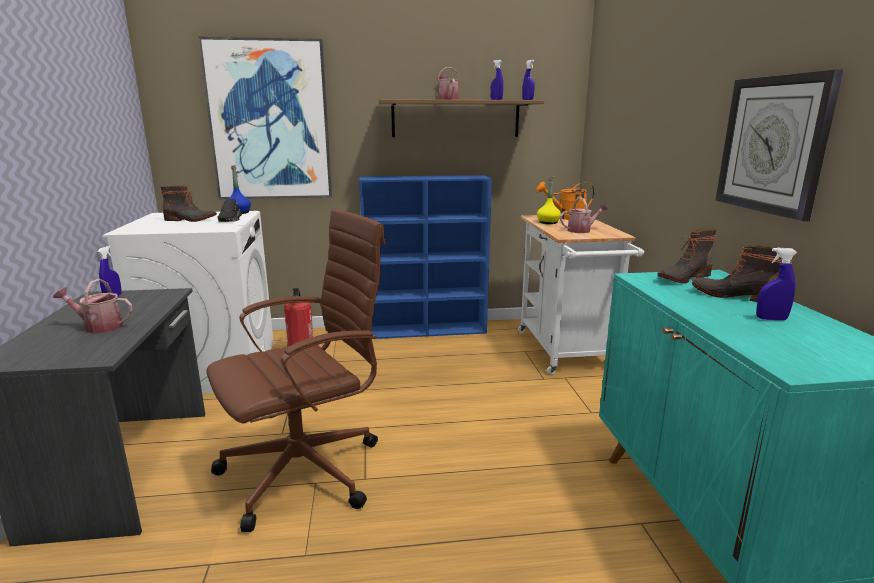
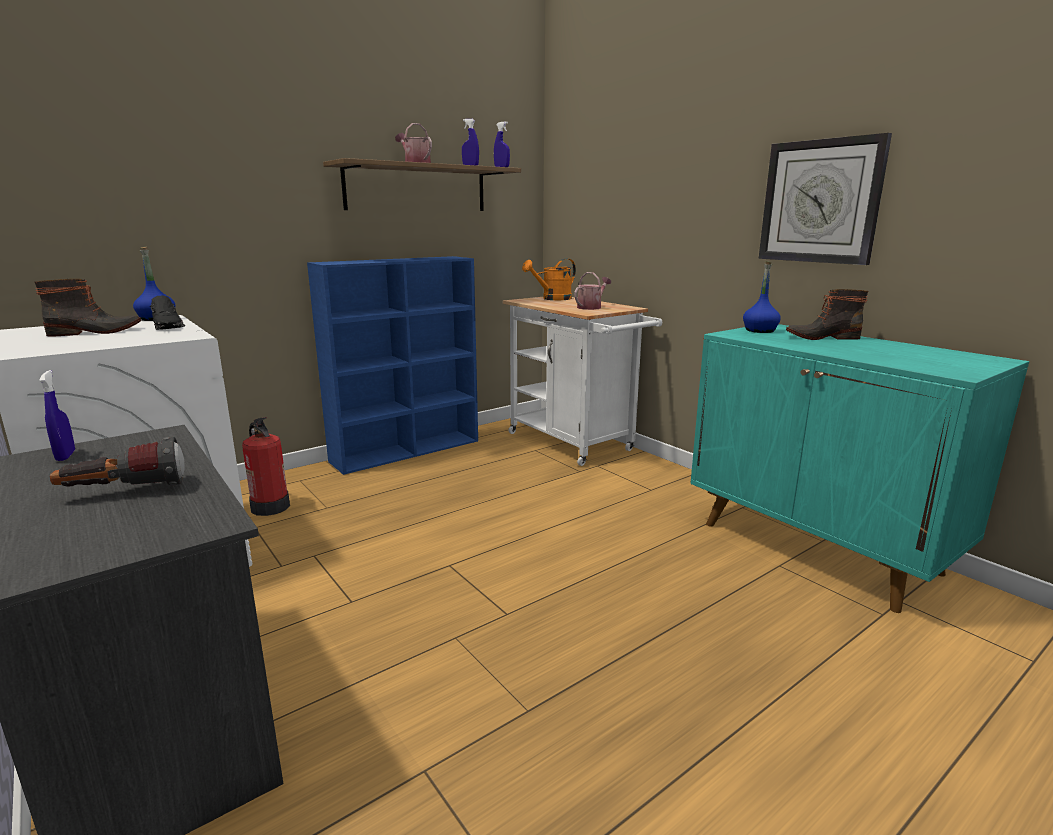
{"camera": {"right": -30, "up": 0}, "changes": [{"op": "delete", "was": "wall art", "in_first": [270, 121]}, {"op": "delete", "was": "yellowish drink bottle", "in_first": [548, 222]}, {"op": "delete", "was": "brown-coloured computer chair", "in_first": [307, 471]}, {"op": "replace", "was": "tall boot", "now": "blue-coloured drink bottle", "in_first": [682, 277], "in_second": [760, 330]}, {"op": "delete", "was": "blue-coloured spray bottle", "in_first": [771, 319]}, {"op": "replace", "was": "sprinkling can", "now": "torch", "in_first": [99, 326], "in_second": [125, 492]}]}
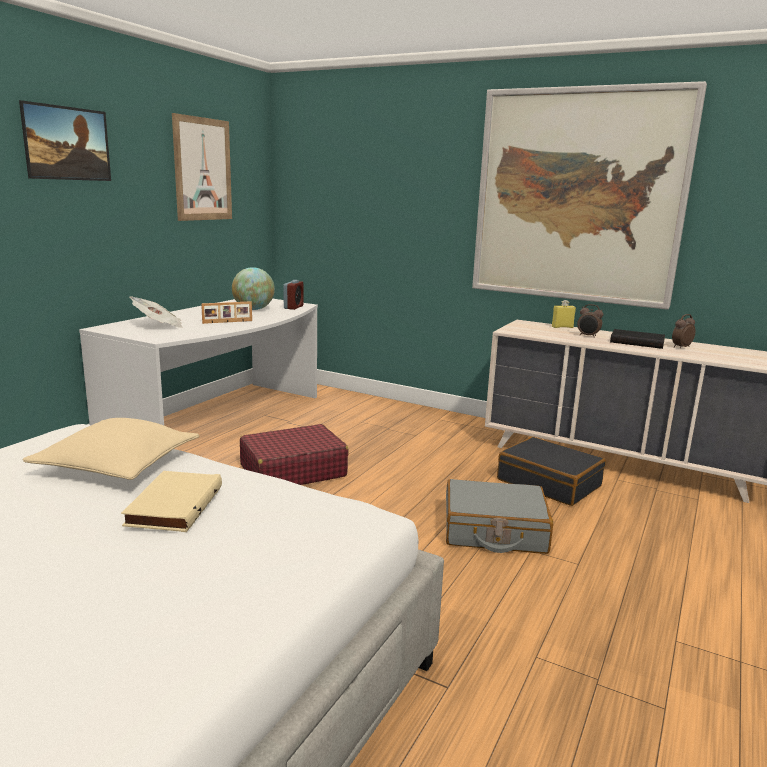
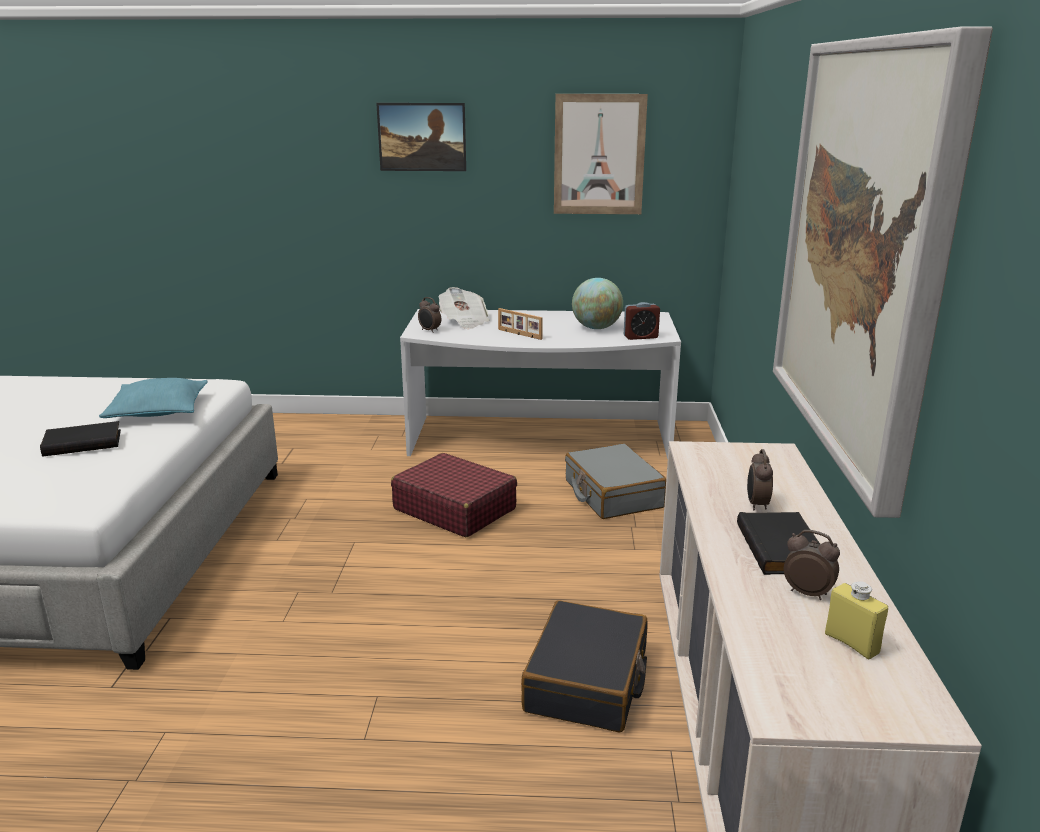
{"camera": {"right": 65, "up": 5}, "changes": [{"op": "move", "was": "yellowish drink bottle", "in_first": [562, 327], "in_second": [851, 643]}, {"op": "recolor", "was": "sand-coloured pillow", "now": "turquoise-coloured pillow", "in_first": [117, 464], "in_second": [158, 411]}, {"op": "recolor", "was": "sand-coloured bound book", "now": "black bound book", "in_first": [173, 505], "in_second": [83, 442]}, {"op": "move", "was": "grey travel case", "in_first": [494, 531], "in_second": [612, 494]}, {"op": "insert", "now": "table clock", "in_second": [429, 331]}]}
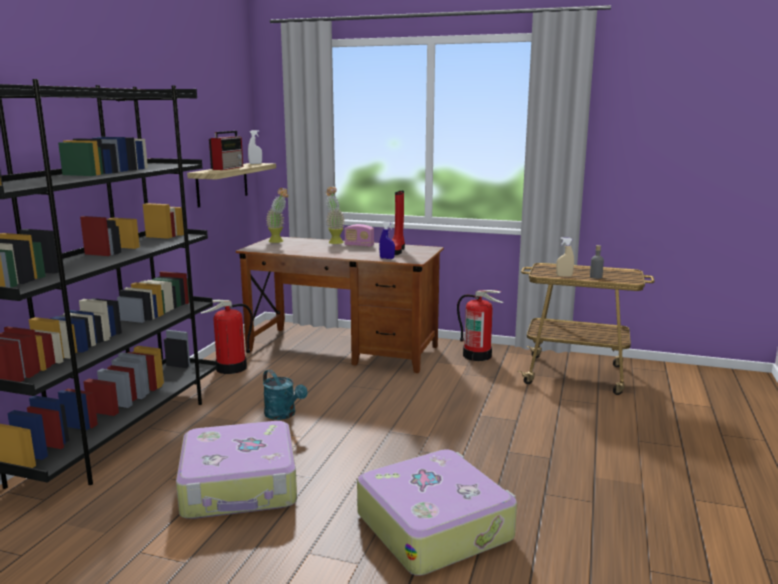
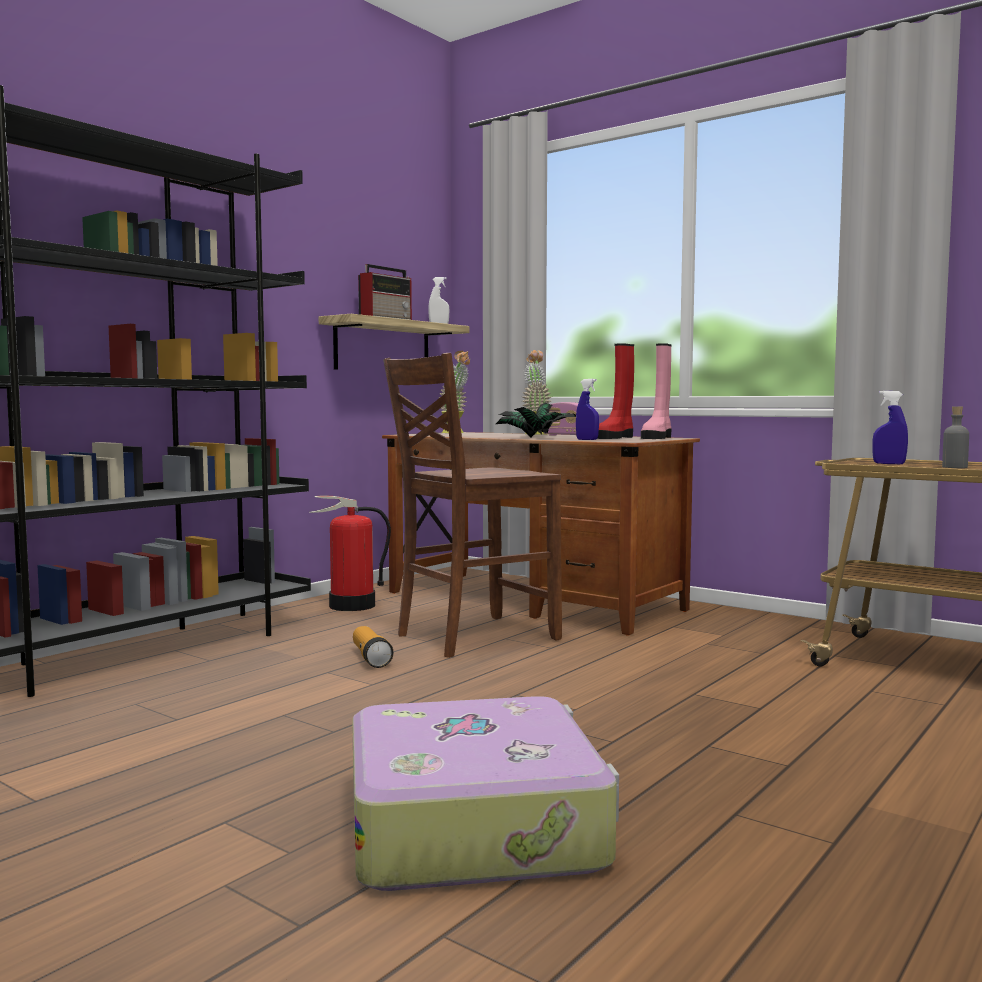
{"camera": {"right": 20, "up": -10}, "changes": [{"op": "recolor", "was": "sand-coloured spray bottle", "now": "blue-coloured spray bottle", "in_first": [564, 276], "in_second": [889, 464]}, {"op": "delete", "was": "extinguisher", "in_first": [477, 355]}, {"op": "replace", "was": "turquoise-coloured sprinkling can", "now": "torch", "in_first": [283, 415], "in_second": [371, 658]}, {"op": "delete", "was": "travel case", "in_first": [240, 485]}, {"op": "insert", "now": "pink-coloured tall boot", "in_second": [657, 438]}, {"op": "insert", "now": "brown-coloured chair", "in_second": [473, 637]}, {"op": "insert", "now": "houseplant", "in_second": [538, 437]}]}
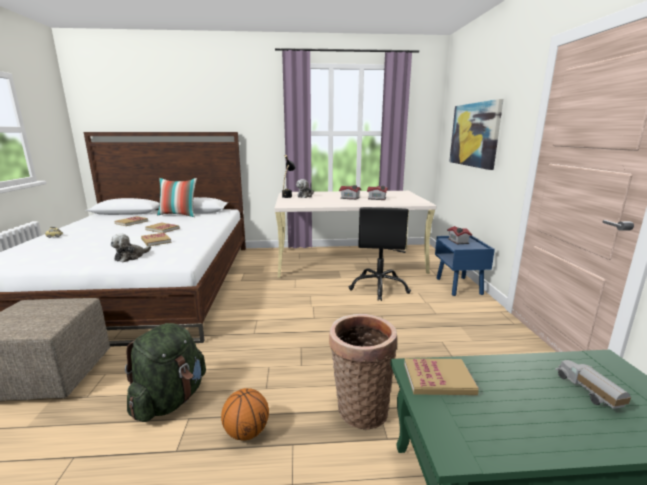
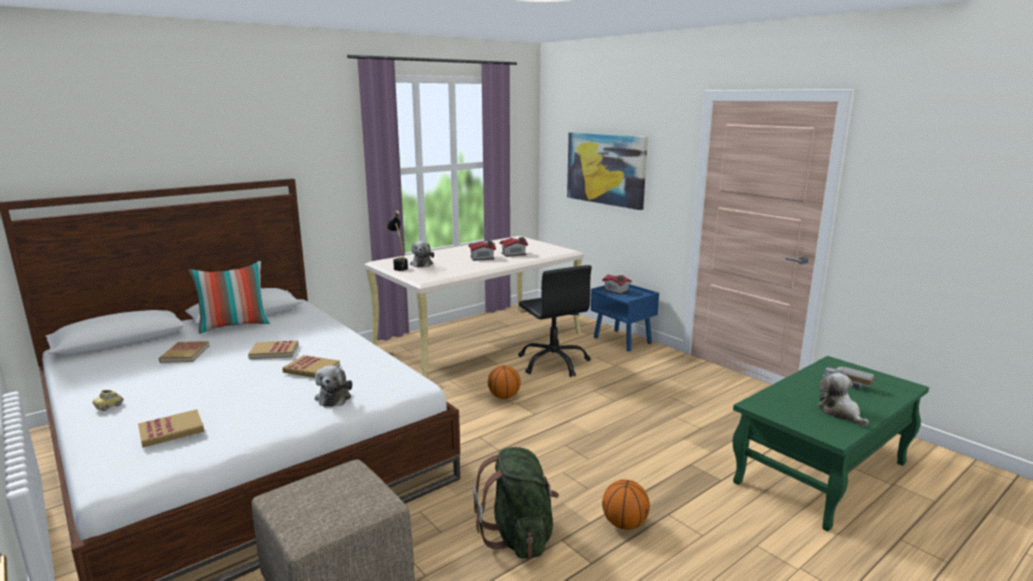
{"camera": {"right": -35, "up": 0}, "changes": [{"op": "delete", "was": "basket", "in_first": [360, 407]}, {"op": "move", "was": "bound book", "in_first": [438, 379], "in_second": [171, 431]}, {"op": "insert", "now": "basketball ball", "in_second": [504, 397]}, {"op": "insert", "now": "soft toy", "in_second": [840, 413]}]}
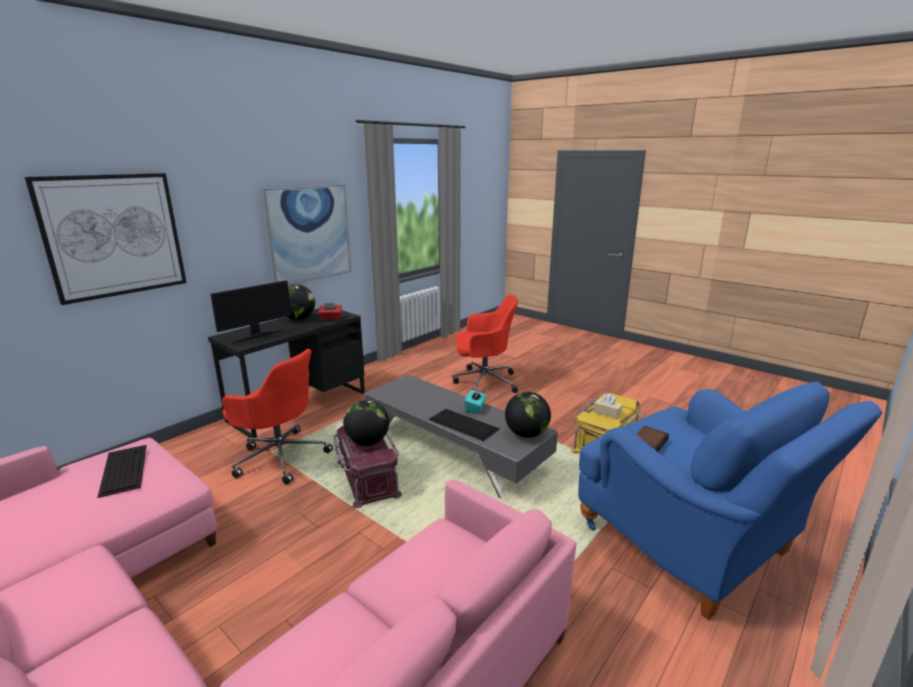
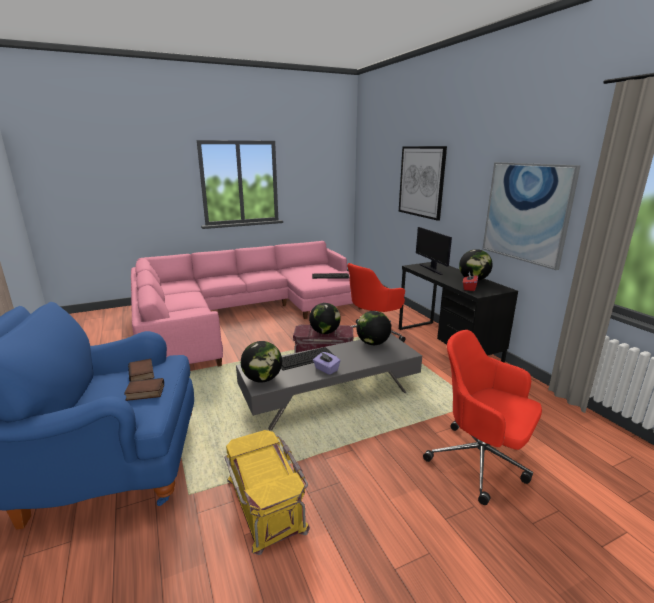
{"camera": {"right": 115, "up": 0}, "changes": [{"op": "rotate", "was": "reddish computer chair", "in_first": [483, 382], "in_second": [480, 462], "clockwise": 105}, {"op": "recolor", "was": "turquoise-coloured box of tissues", "now": "purple box of tissues", "in_first": [475, 408], "in_second": [326, 369]}, {"op": "delete", "was": "sand-coloured box of tissues", "in_first": [607, 412]}, {"op": "insert", "now": "globe", "in_second": [373, 343]}, {"op": "insert", "now": "bound book", "in_second": [144, 393]}]}
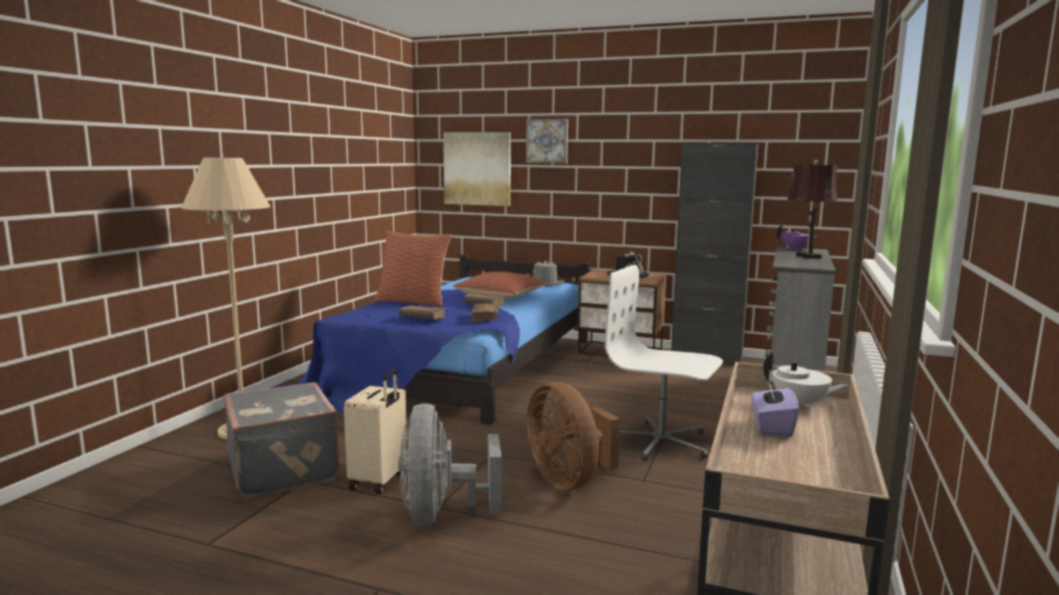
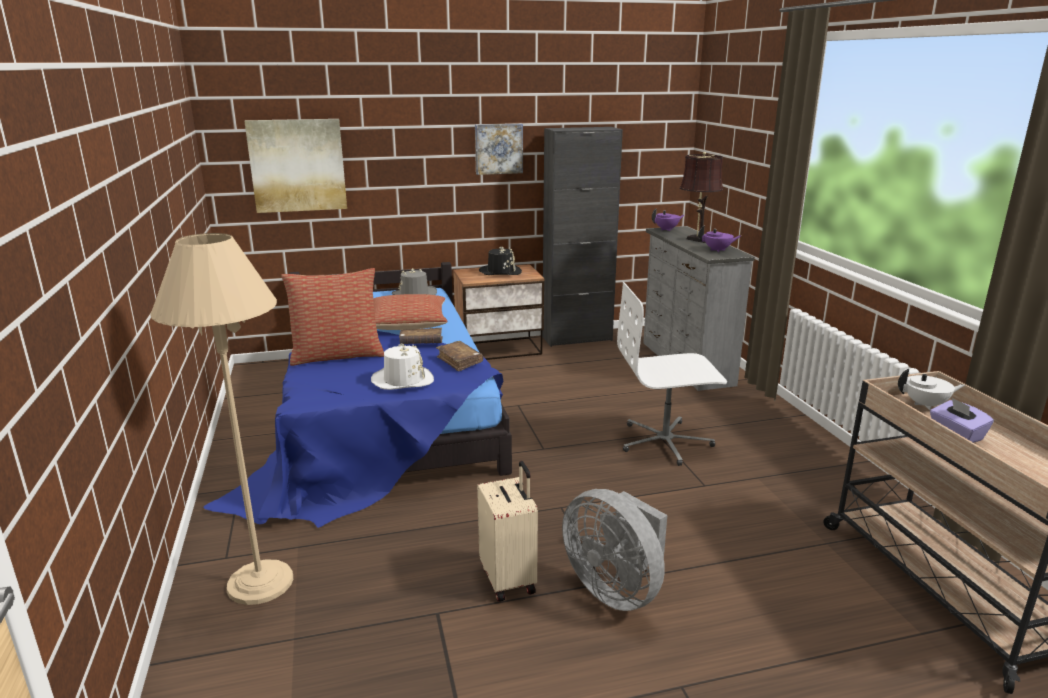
{"camera": {"right": -35, "up": 10}, "changes": [{"op": "move", "was": "wall art", "in_first": [547, 141], "in_second": [498, 148]}, {"op": "replace", "was": "brown-coloured bound book", "now": "white-coloured hat", "in_first": [422, 319], "in_second": [403, 380]}, {"op": "delete", "was": "grey travel case", "in_first": [285, 469]}, {"op": "delete", "was": "brown-coloured cooling fan", "in_first": [569, 480]}, {"op": "insert", "now": "purple teapot", "in_second": [718, 250]}]}
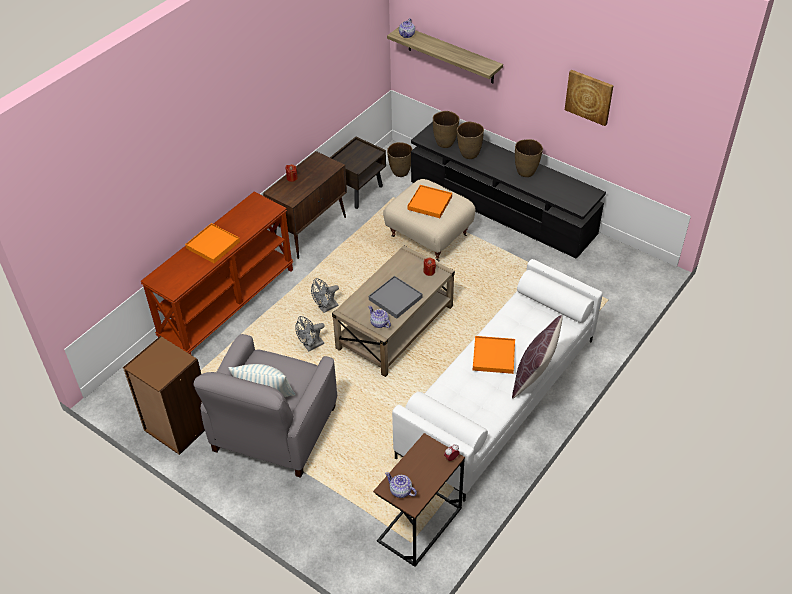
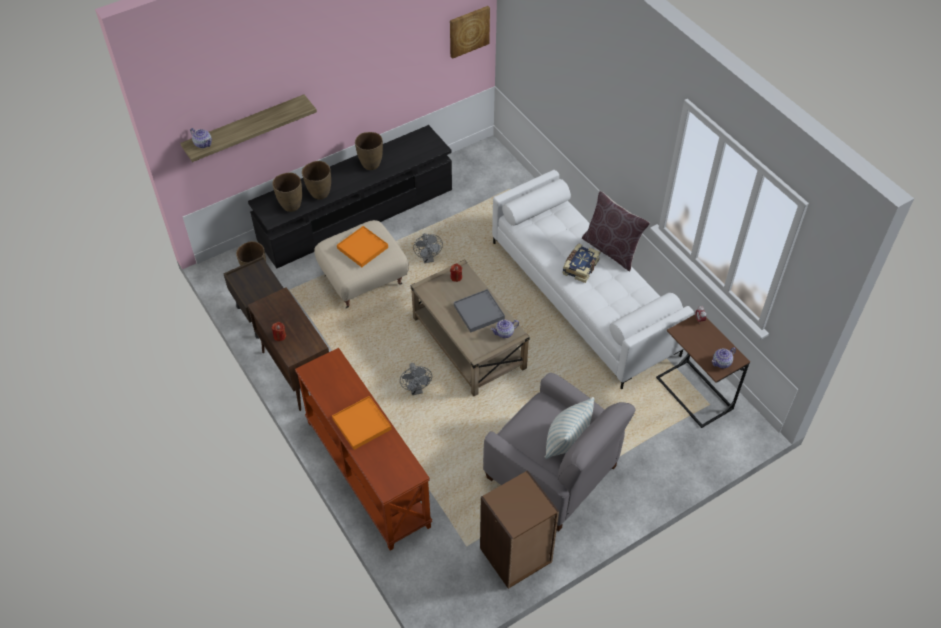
{"camera": {"right": -70, "up": 5}, "changes": [{"op": "move", "was": "wall art", "in_first": [589, 97], "in_second": [468, 31]}, {"op": "move", "was": "grey cooling fan", "in_first": [311, 346], "in_second": [428, 259]}, {"op": "replace", "was": "orangey carrying tray", "now": "bound book", "in_first": [494, 356], "in_second": [579, 267]}]}
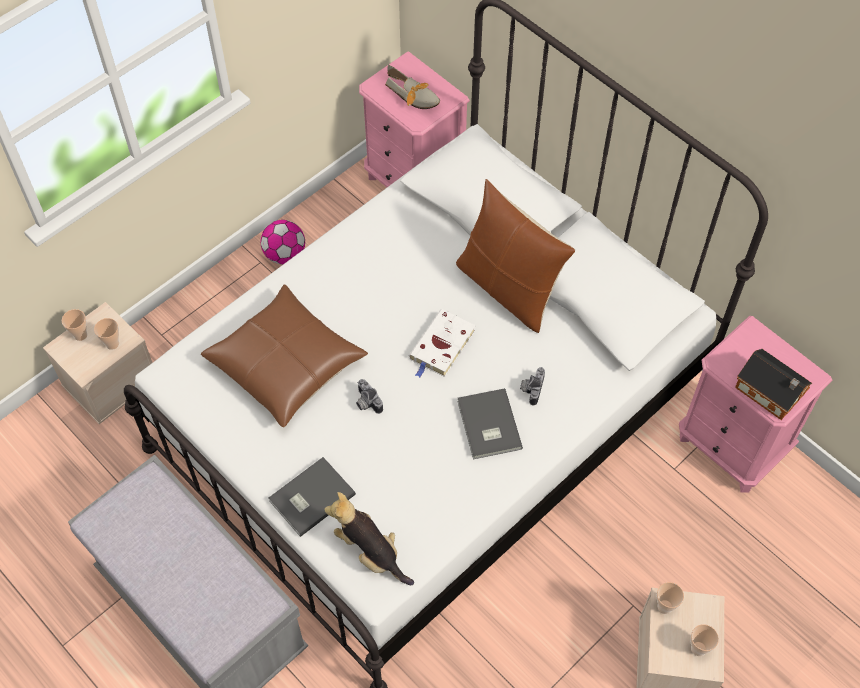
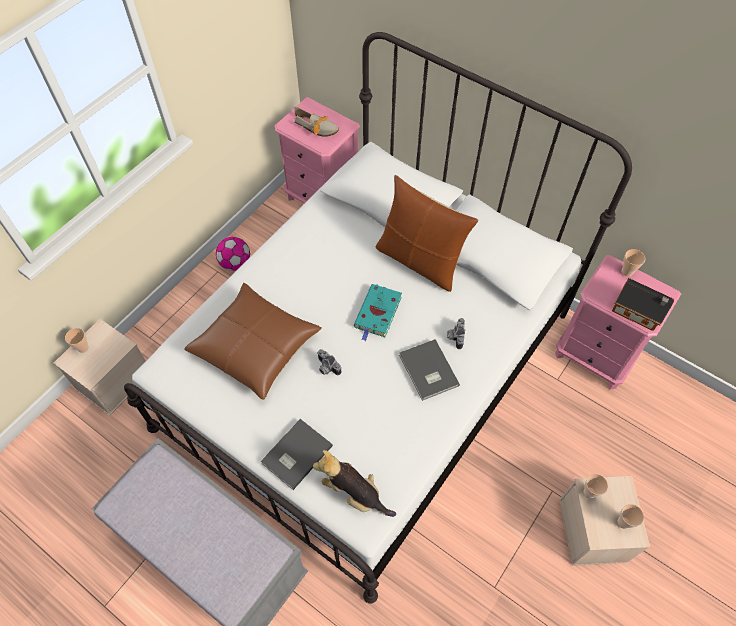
{"camera": {"right": -10, "up": 0}, "changes": [{"op": "recolor", "was": "white-coloured bound book", "now": "turquoise-coloured bound book", "in_first": [441, 347], "in_second": [377, 314]}, {"op": "move", "was": "cup", "in_first": [112, 344], "in_second": [627, 272]}]}
